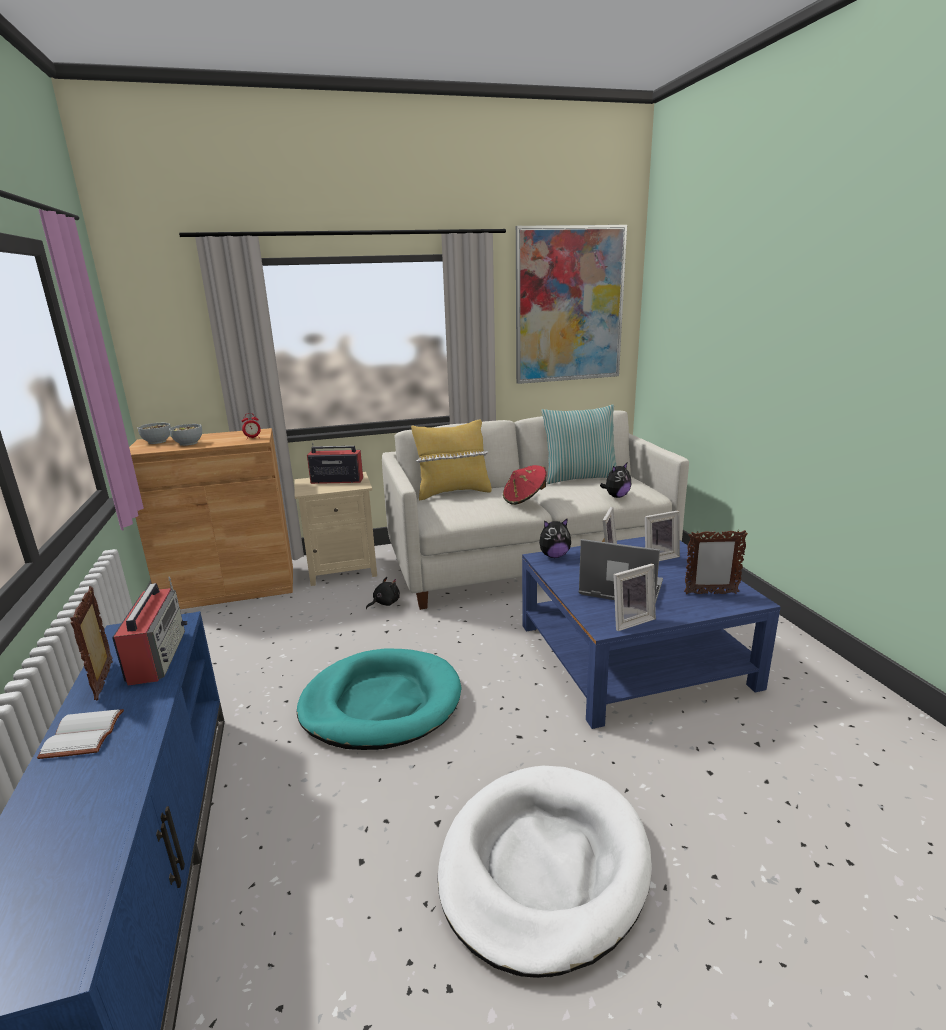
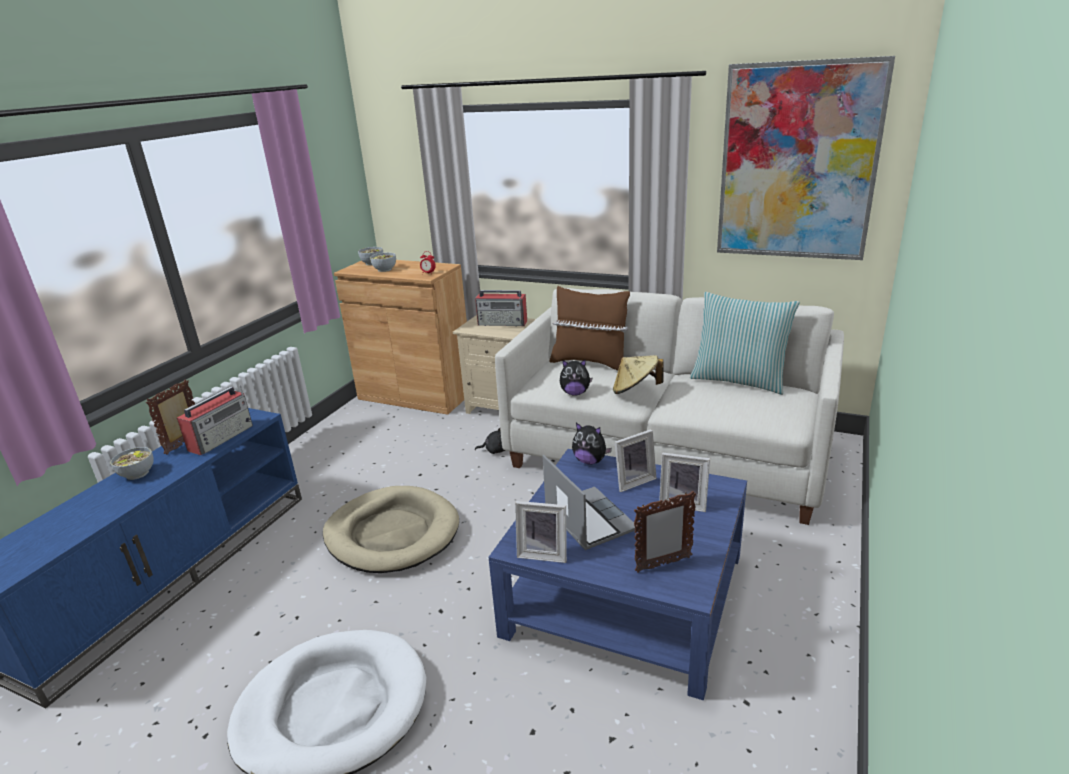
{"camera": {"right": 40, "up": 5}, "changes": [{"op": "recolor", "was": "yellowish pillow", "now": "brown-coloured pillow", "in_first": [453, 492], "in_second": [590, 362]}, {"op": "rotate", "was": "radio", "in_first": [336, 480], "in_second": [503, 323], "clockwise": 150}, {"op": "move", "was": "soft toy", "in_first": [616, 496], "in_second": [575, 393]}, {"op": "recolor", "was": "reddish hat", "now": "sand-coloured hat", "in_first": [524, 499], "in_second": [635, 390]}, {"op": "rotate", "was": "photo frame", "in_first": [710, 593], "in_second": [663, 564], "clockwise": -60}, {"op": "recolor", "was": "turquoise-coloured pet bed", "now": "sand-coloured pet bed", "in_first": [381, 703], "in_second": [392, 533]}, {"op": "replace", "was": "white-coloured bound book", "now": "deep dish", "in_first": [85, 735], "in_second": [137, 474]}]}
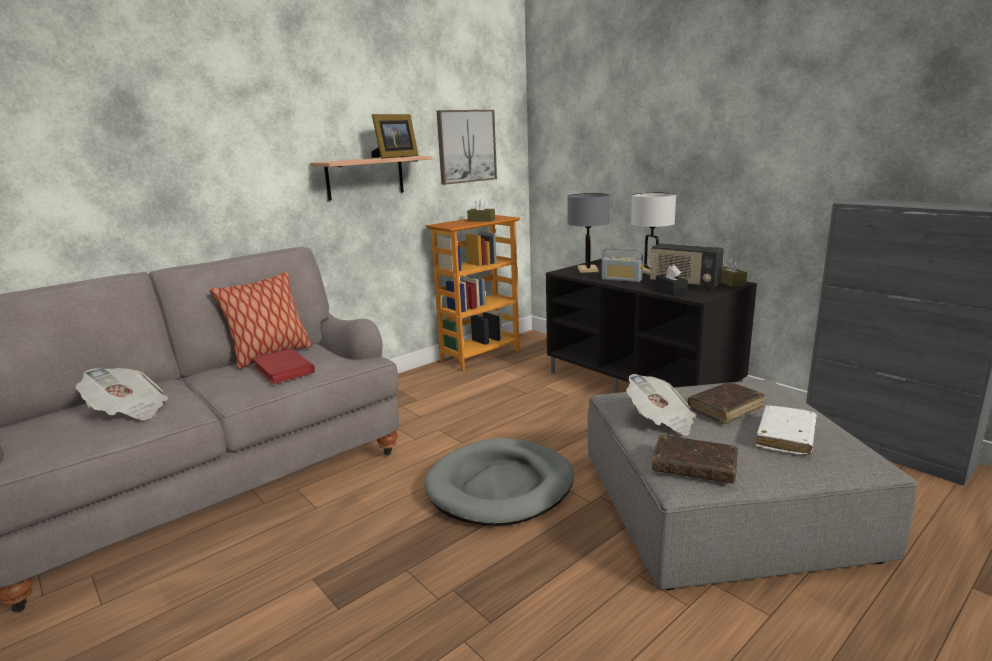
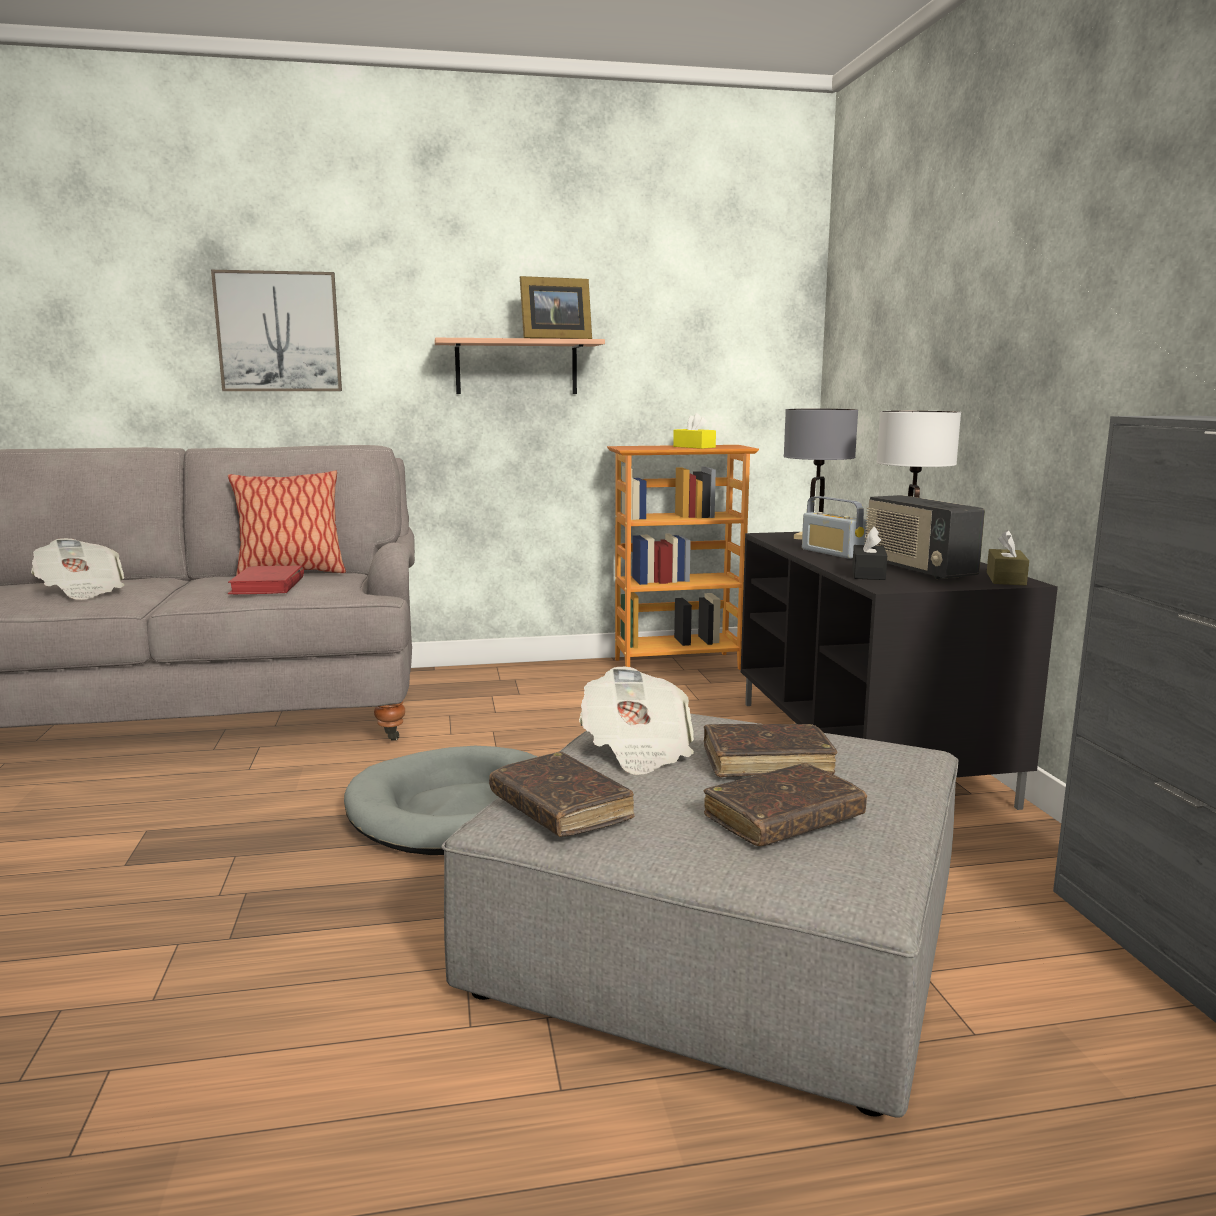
{"camera": {"right": 30, "up": -5}, "changes": [{"op": "move", "was": "wall art", "in_first": [466, 146], "in_second": [279, 332]}, {"op": "recolor", "was": "brown-coloured box of tissues", "now": "yellowish box of tissues", "in_first": [481, 220], "in_second": [694, 447]}, {"op": "recolor", "was": "white-coloured bound book", "now": "brown-coloured bound book", "in_first": [785, 437], "in_second": [783, 819]}]}
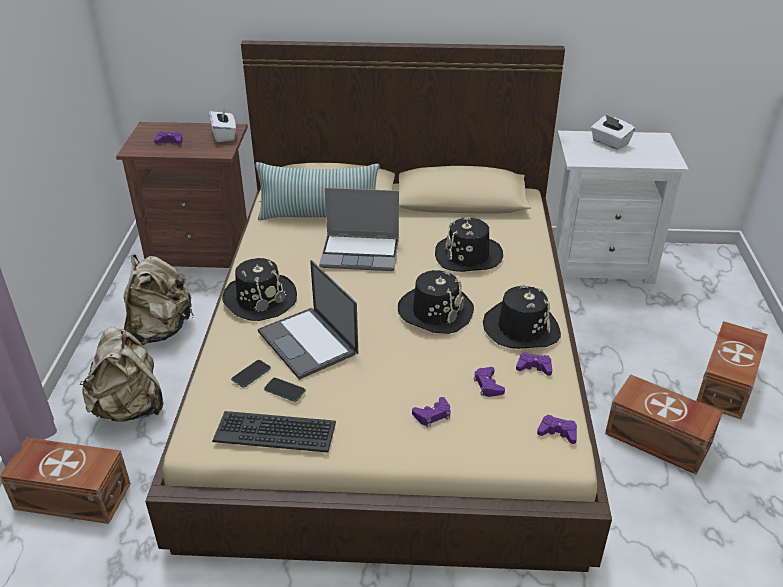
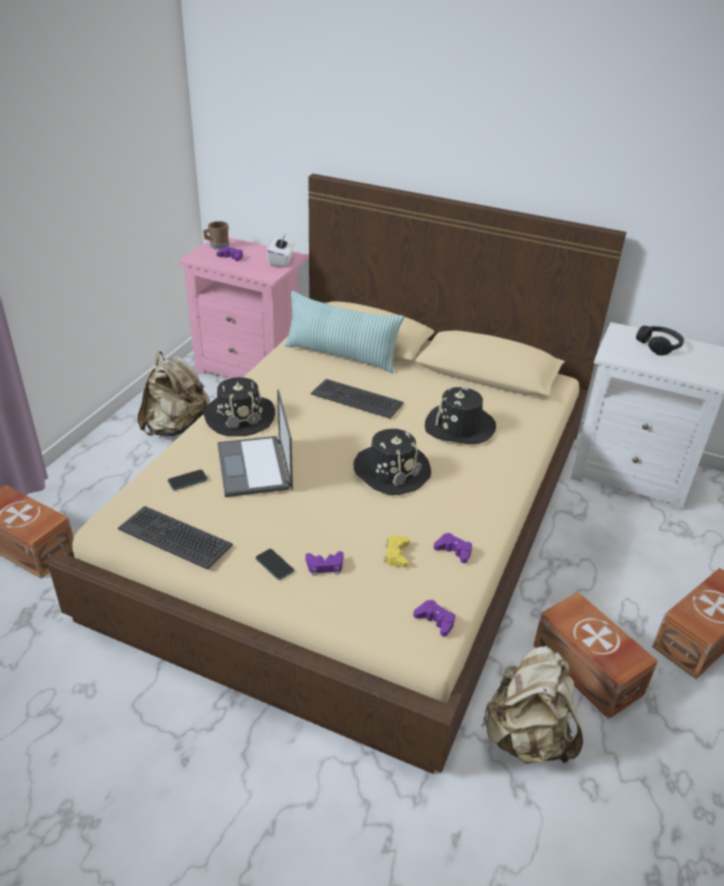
{"camera": {"right": 20, "up": 0}, "changes": [{"op": "replace", "was": "white-coloured box of tissues", "now": "black pair of headphones", "in_first": [609, 143], "in_second": [659, 346]}, {"op": "recolor", "was": "brown-coloured bedside table", "now": "pink-coloured bedside table", "in_first": [204, 252], "in_second": [252, 368]}, {"op": "replace", "was": "notebook computer", "now": "computer keyboard", "in_first": [361, 253], "in_second": [357, 399]}, {"op": "delete", "was": "black hat", "in_first": [521, 328]}, {"op": "move", "was": "sand-coloured backpack", "in_first": [130, 408], "in_second": [527, 737]}, {"op": "recolor", "was": "purple game controller", "now": "yellowish game controller", "in_first": [488, 385], "in_second": [396, 554]}, {"op": "move", "was": "telephone", "in_first": [285, 390], "in_second": [274, 565]}, {"op": "insert", "now": "brown-coloured coffee mug", "in_second": [217, 246]}]}
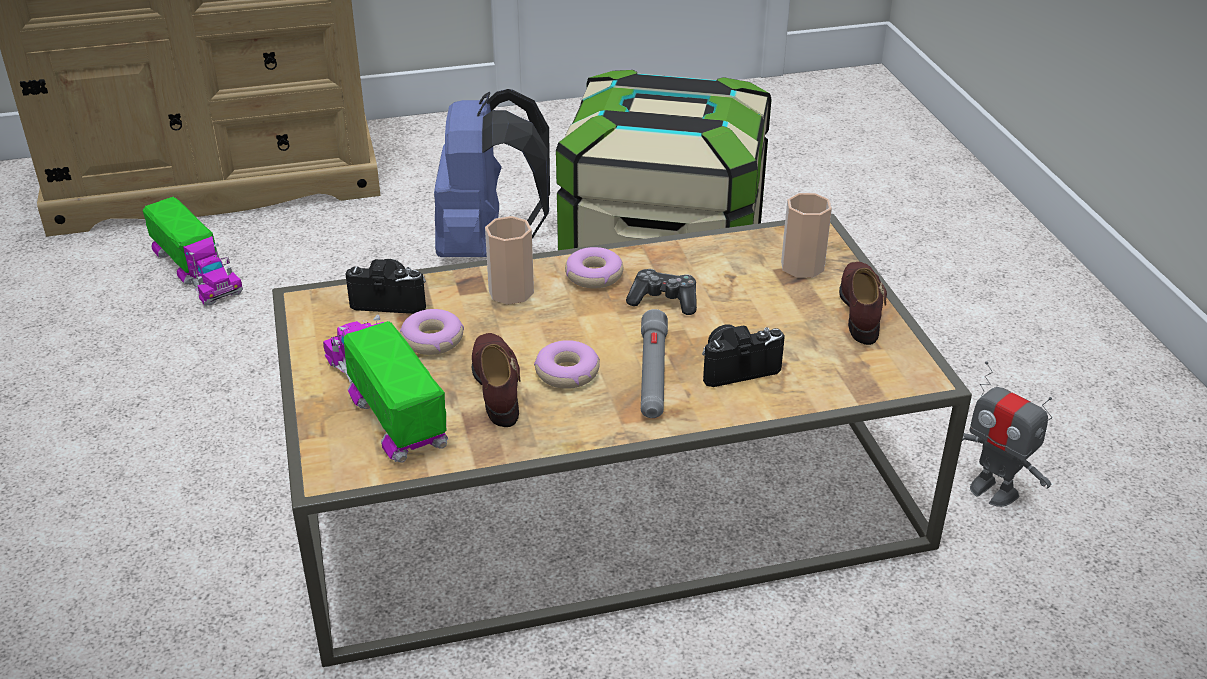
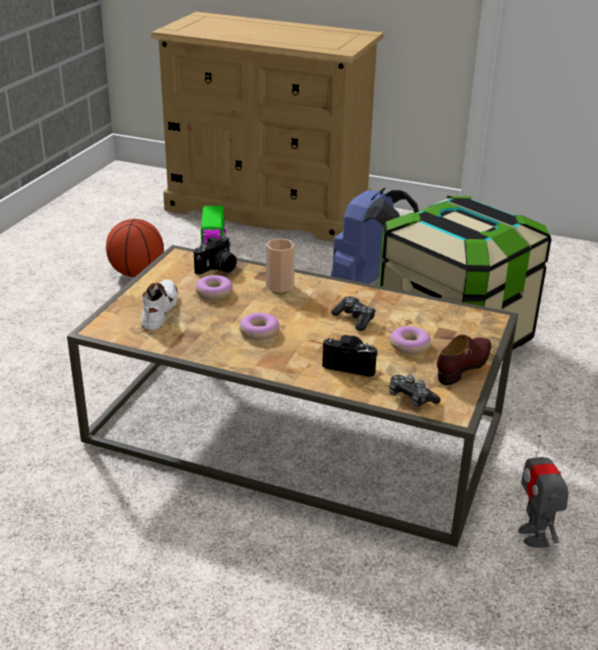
{"camera": {"right": 35, "up": -5}, "changes": [{"op": "delete", "was": "cup", "in_first": [802, 266]}, {"op": "move", "was": "doughnut", "in_first": [594, 275], "in_second": [410, 345]}, {"op": "rotate", "was": "still camera", "in_first": [391, 300], "in_second": [217, 268], "clockwise": 90}, {"op": "delete", "was": "grey torch", "in_first": [653, 374]}, {"op": "replace", "was": "toy lorry", "now": "white-coloured item of footwear", "in_first": [385, 402], "in_second": [158, 310]}, {"op": "delete", "was": "brown-coloured item of footwear", "in_first": [497, 385]}, {"op": "insert", "now": "basketball ball", "in_second": [137, 273]}, {"op": "insert", "now": "game controller", "in_second": [411, 398]}]}
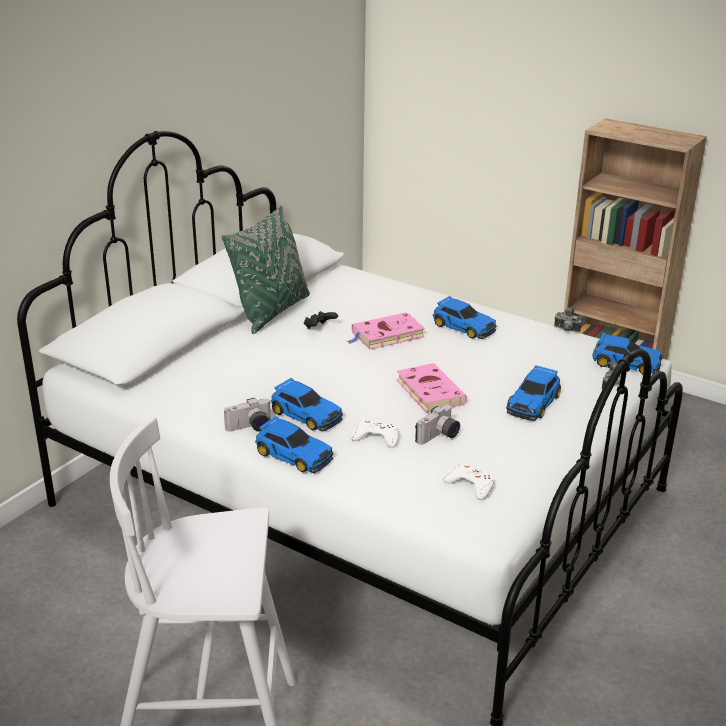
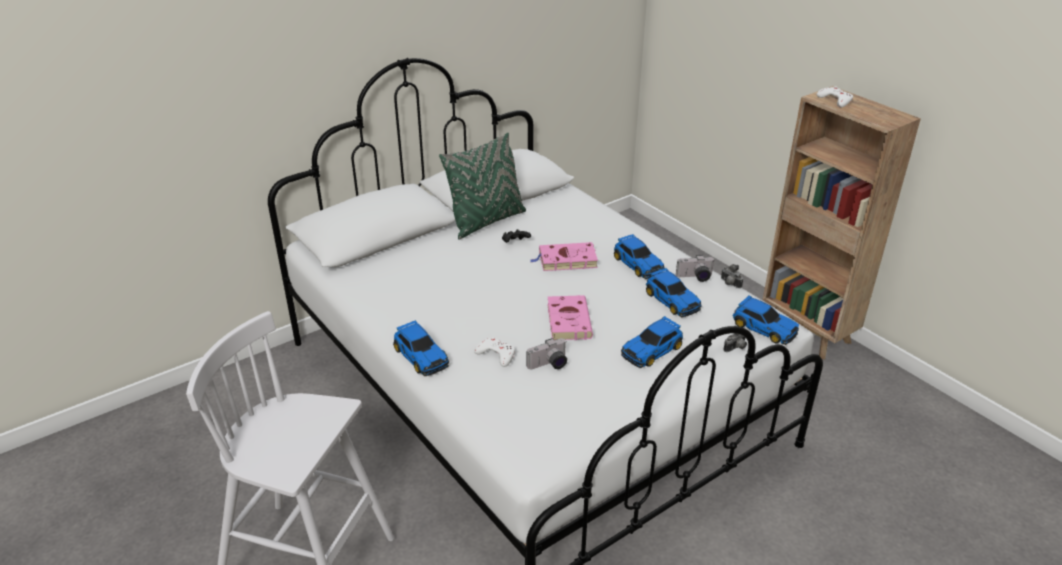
{"camera": {"right": 20, "up": 5}, "changes": [{"op": "move", "was": "model car", "in_first": [305, 414], "in_second": [672, 300]}, {"op": "move", "was": "still camera", "in_first": [250, 428], "in_second": [695, 277]}, {"op": "move", "was": "white-coloured game controller", "in_first": [470, 485], "in_second": [835, 100]}]}
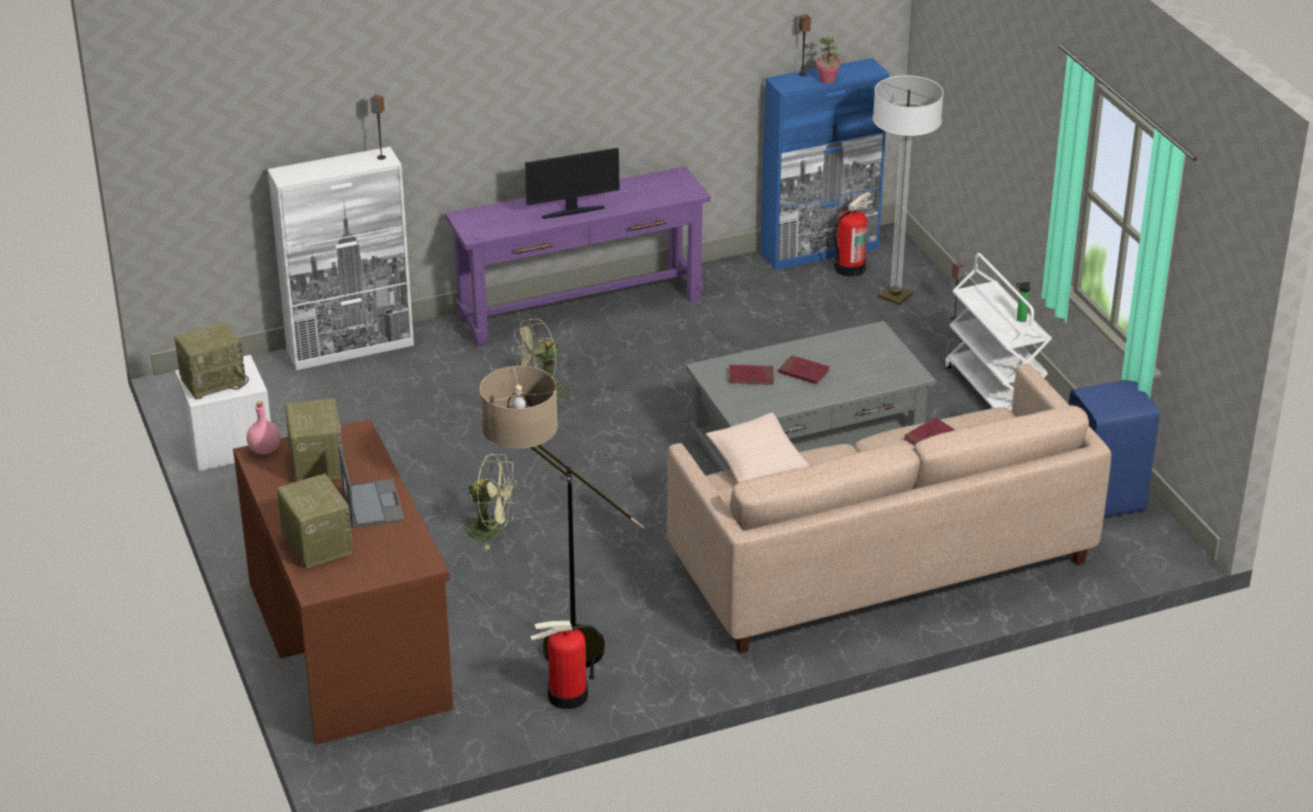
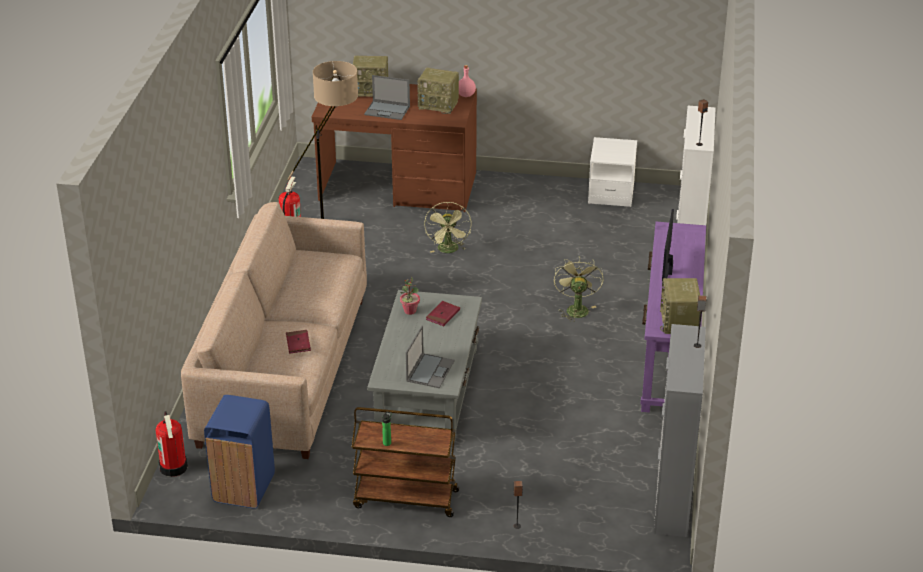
{"camera": {"right": 120, "up": 0}, "changes": [{"op": "move", "was": "houseplant", "in_first": [827, 80], "in_second": [410, 311]}, {"op": "recolor", "was": "blue-coloured cabinet", "now": "grey cabinet", "in_first": [820, 250], "in_second": [672, 500]}, {"op": "delete", "was": "standard lamp", "in_first": [895, 296]}, {"op": "move", "was": "extinguisher", "in_first": [849, 267], "in_second": [174, 467]}, {"op": "recolor", "was": "white-coloured cart", "now": "brown-coloured cart", "in_first": [994, 392], "in_second": [405, 499]}, {"op": "move", "was": "radio", "in_first": [214, 381], "in_second": [679, 322]}, {"op": "delete", "was": "reddish bound book", "in_first": [804, 372]}, {"op": "delete", "was": "sand-coloured pillow", "in_first": [757, 463]}, {"op": "rotate", "was": "green cooling fan", "in_first": [492, 531], "in_second": [449, 250], "clockwise": -45}, {"op": "insert", "now": "notebook computer", "in_second": [430, 370]}]}
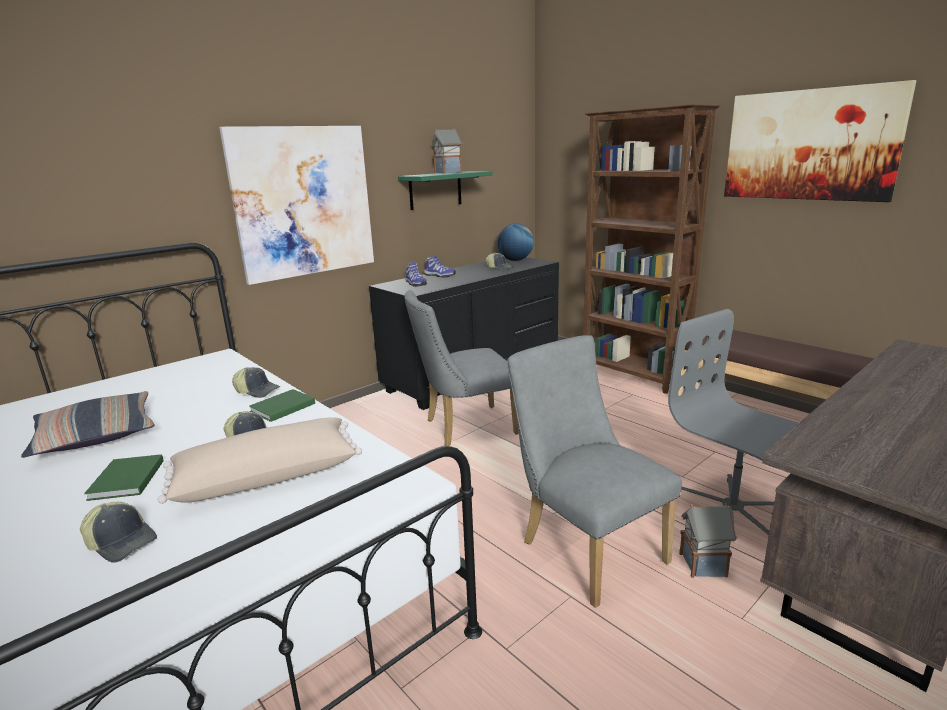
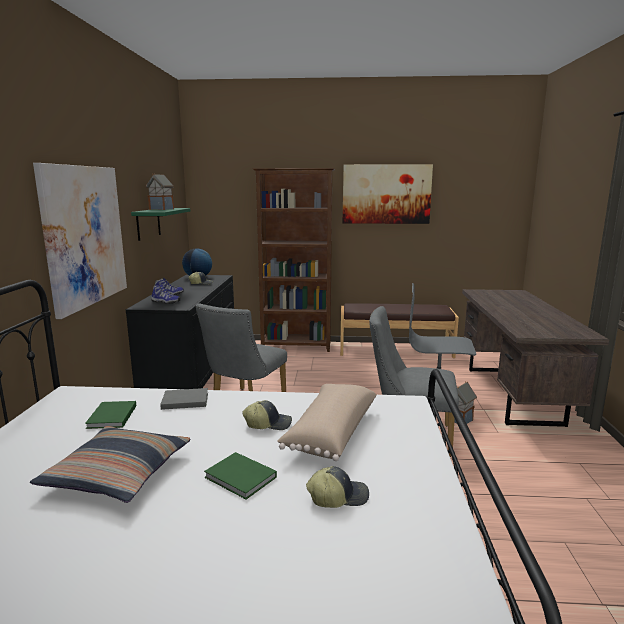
{"camera": {"right": -45, "up": -5}, "changes": [{"op": "replace", "was": "baseball cap", "now": "grey bound book", "in_first": [257, 391], "in_second": [184, 400]}, {"op": "move", "was": "green bound book", "in_first": [281, 408], "in_second": [111, 417]}]}
